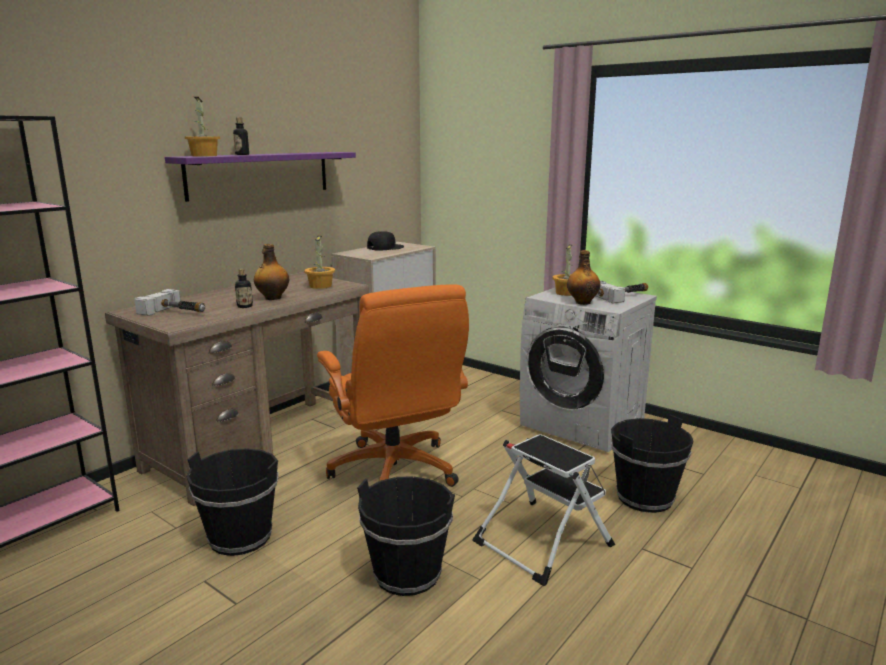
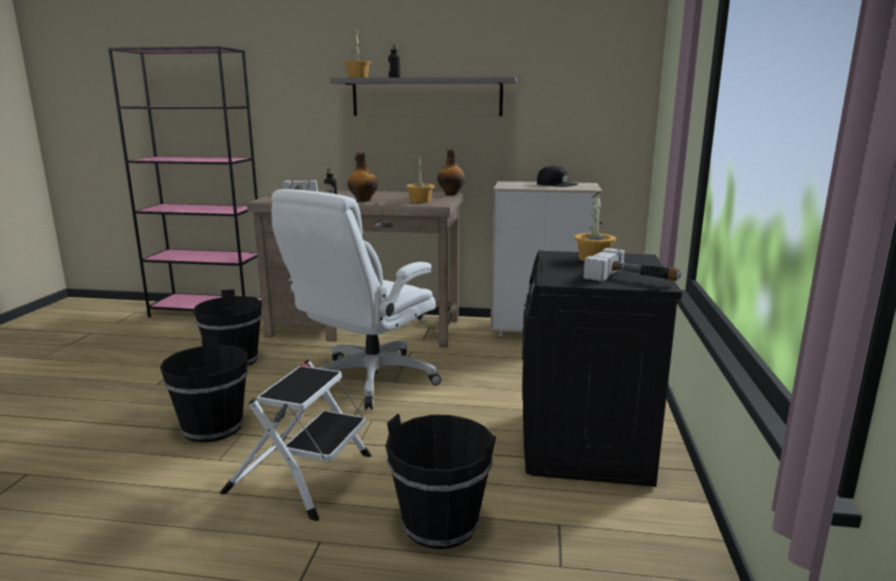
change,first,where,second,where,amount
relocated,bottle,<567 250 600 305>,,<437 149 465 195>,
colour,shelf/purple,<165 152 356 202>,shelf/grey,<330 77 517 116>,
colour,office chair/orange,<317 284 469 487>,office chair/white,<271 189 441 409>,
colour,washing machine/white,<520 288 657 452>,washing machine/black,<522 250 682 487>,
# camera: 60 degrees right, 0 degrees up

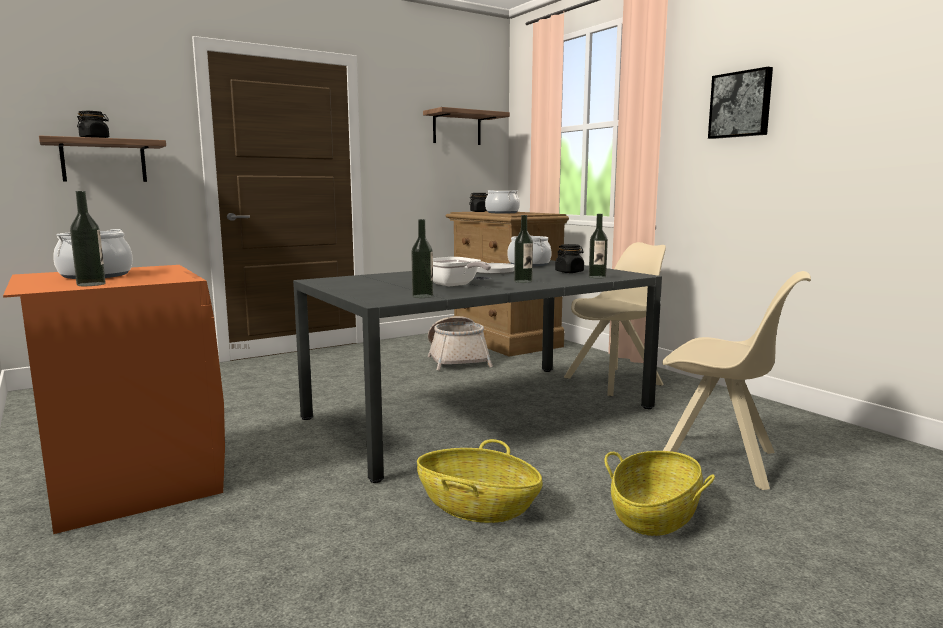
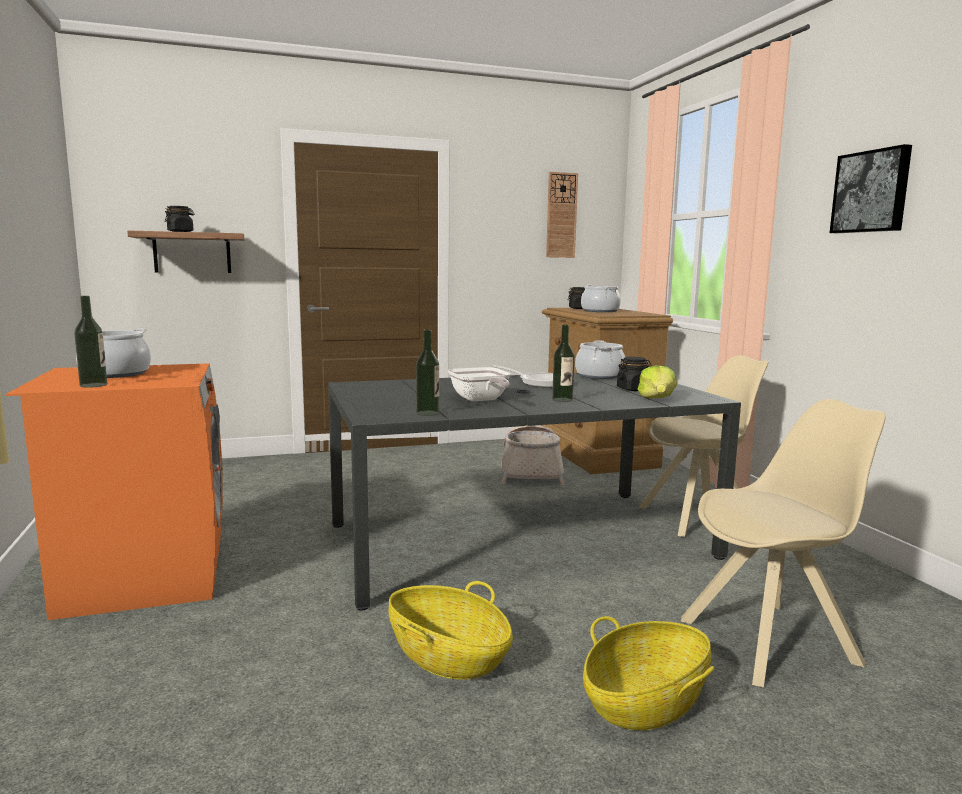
change,first,where,second,where,amount
exchanged,shelf,<423 107 510 145>,wall clock,<546 172 578 258>,
exchanged,bottle,<589 214 608 278>,lettuce,<637 365 677 399>,
spun,chair/beige,<662 271 811 490>,,<681 399 886 688>,60 degrees counterclockwise
# camera: 15 degrees right, 0 degrees up

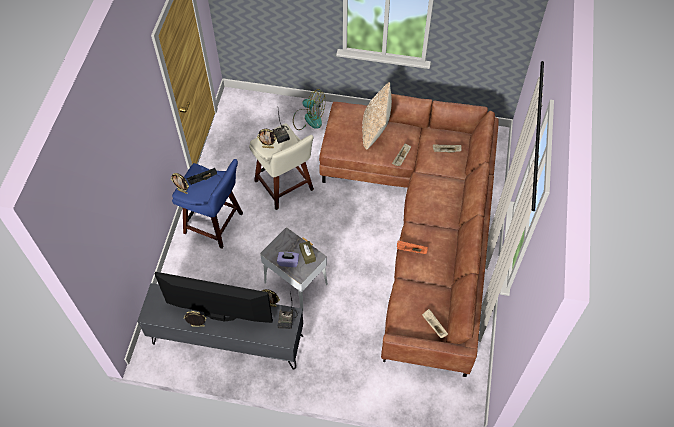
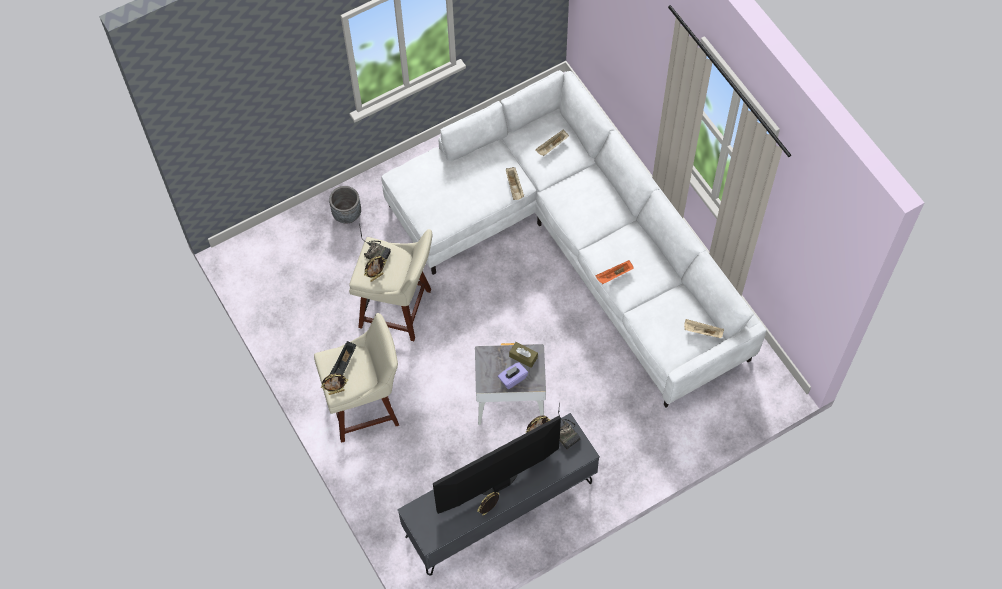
change,first,where,second,where,amount
missing,pillow/beige,<362 82 392 150>,,,
exchanged,fan,<293 89 325 130>,planter/grey,<329 186 361 224>,
colour,stool/blue,<172 159 243 249>,stool/beige,<314 313 399 443>,
colour,sofa/brown,<319 94 499 377>,sofa/white,<382 70 767 408>,
# camera: 40 degrees left, 5 degrees up

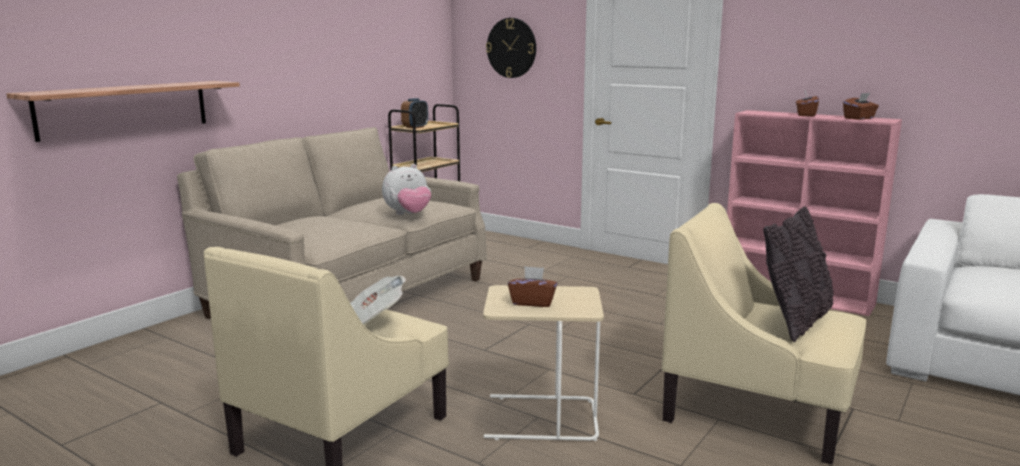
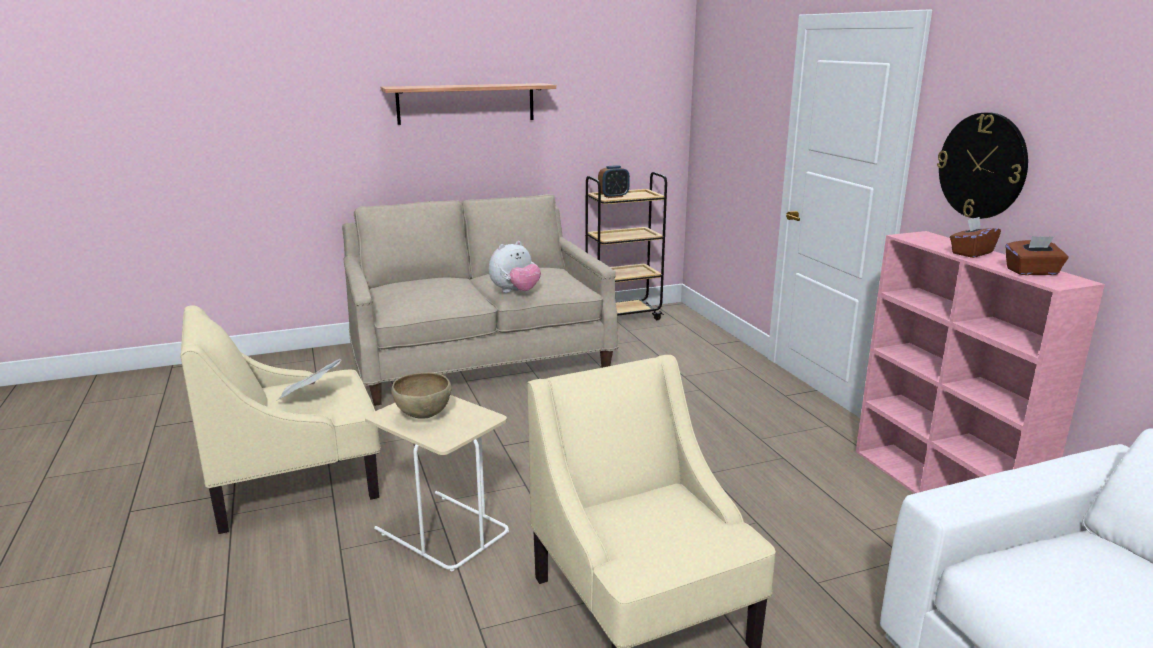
change,first,where,second,where,amount
missing,pillow/black,<763 206 834 342>,,,
relocated,shelf,<6 81 240 142>,,<381 83 556 125>,
relocated,wall clock,<486 18 536 78>,,<937 112 1028 219>,
exchanged,tissue box/brown,<508 266 558 307>,bowl/brown,<391 372 452 419>,
spun,plush toy,<382 164 431 215>,,<489 241 541 293>,45 degrees counterclockwise
# camera: 35 degrees right, 5 degrees up

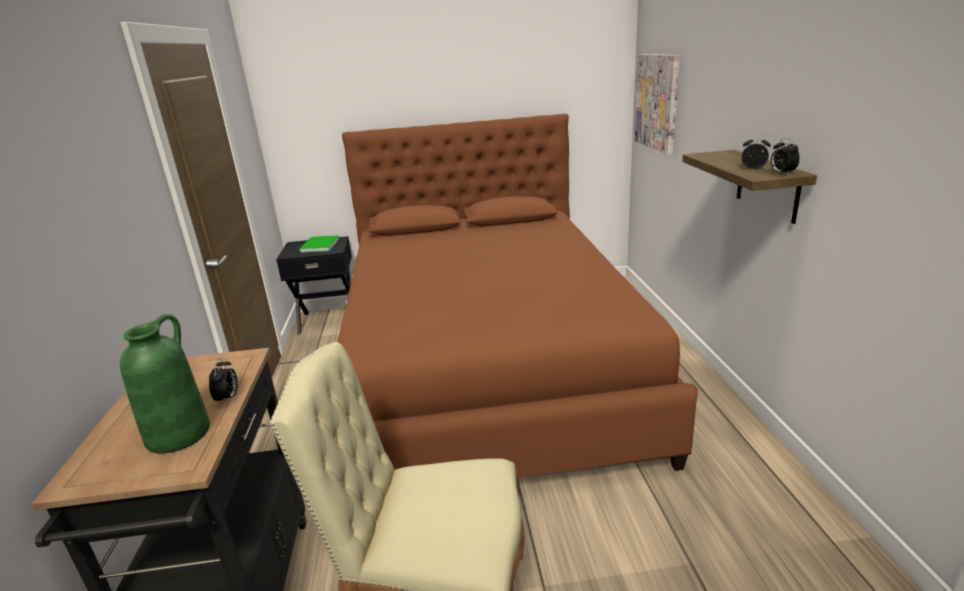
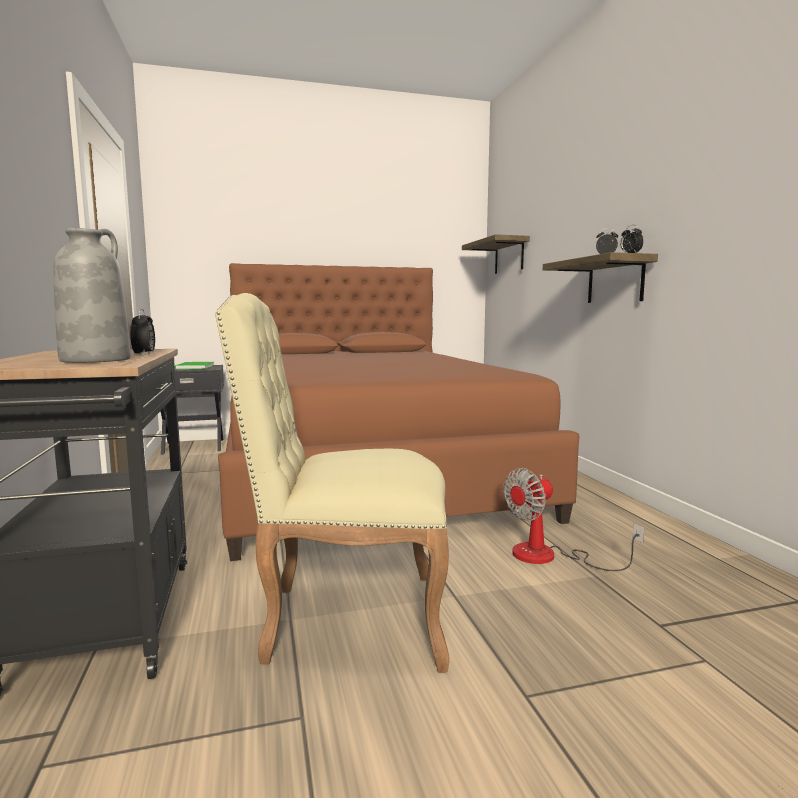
change,first,where,second,where,amount
appeared,,,fan,<503 468 644 571>,
exchanged,picture,<635 54 680 155>,shelf,<462 234 530 274>,
colour,vase/green,<120 314 210 454>,vase/grey,<53 228 131 363>,
# camera: 10 degrees left, 15 degrees down

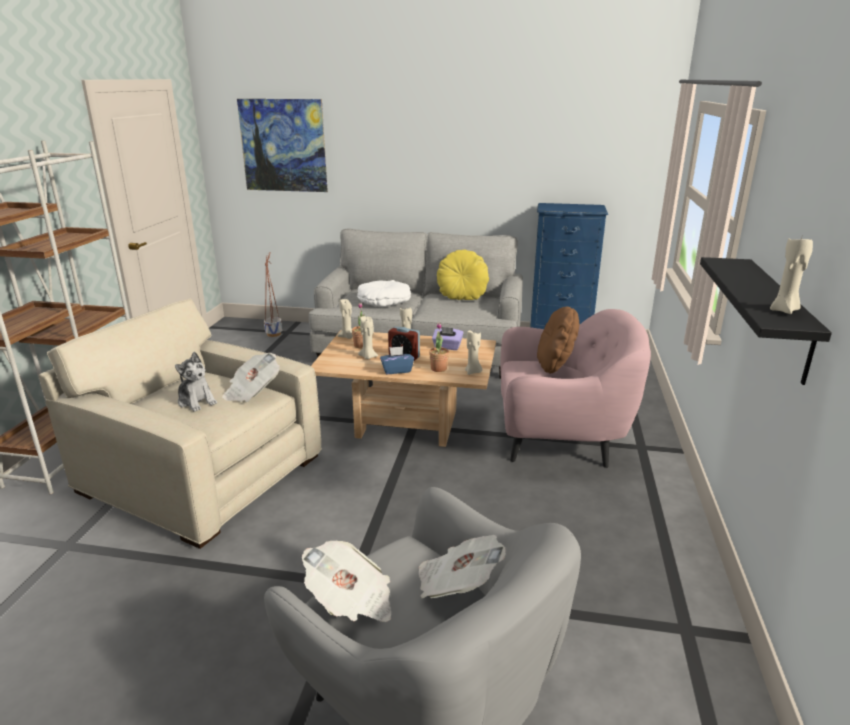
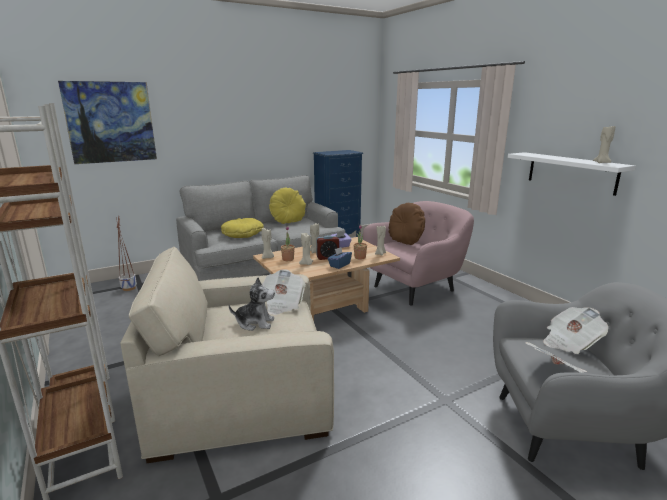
change,first,where,second,where,amount
colour,pillow/white,<357 280 411 307>,pillow/yellow,<221 218 264 238>,
colour,shelf/black,<700 257 832 385>,shelf/white,<508 152 636 196>,
# camera: 40 degrees left, 5 degrees down

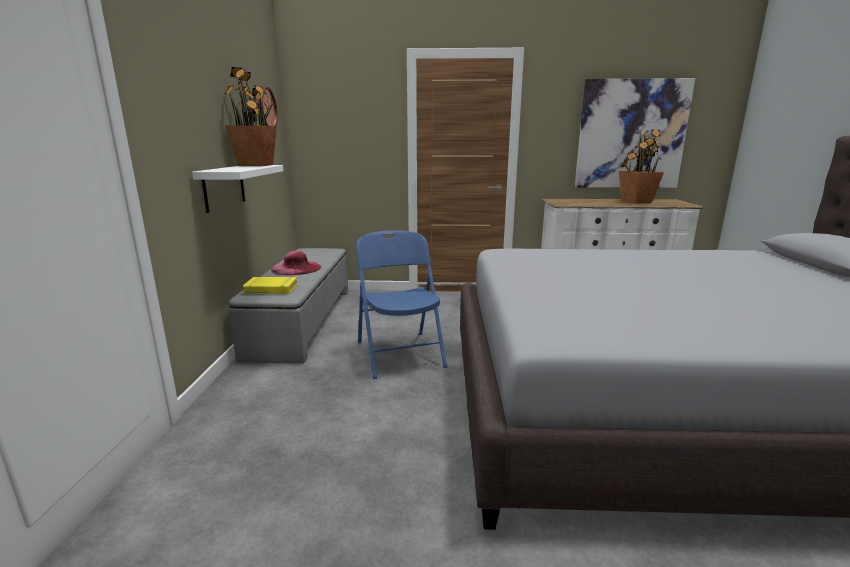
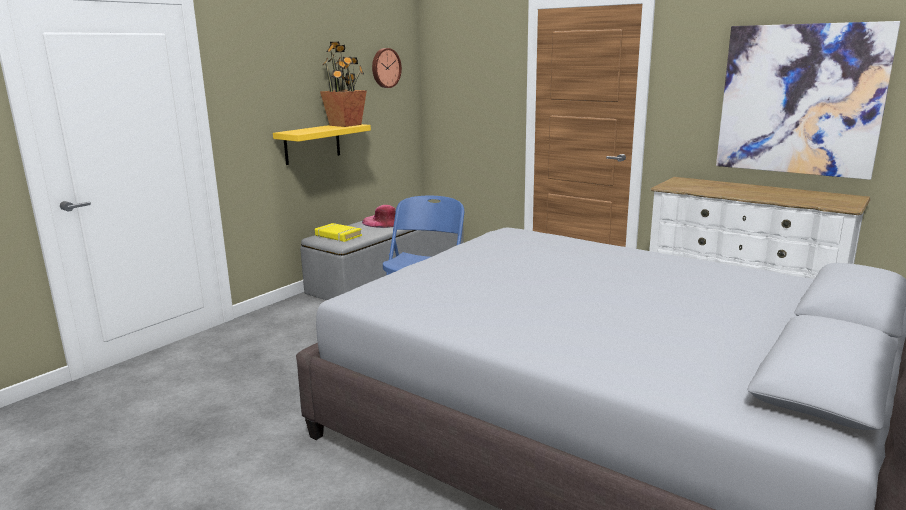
change,first,where,second,where,amount
missing,potted plant,<619 128 664 204>,,,
colour,shelf/white,<192 165 283 213>,shelf/yellow,<273 124 371 165>,
# camera: 35 degrees right, 0 degrees up

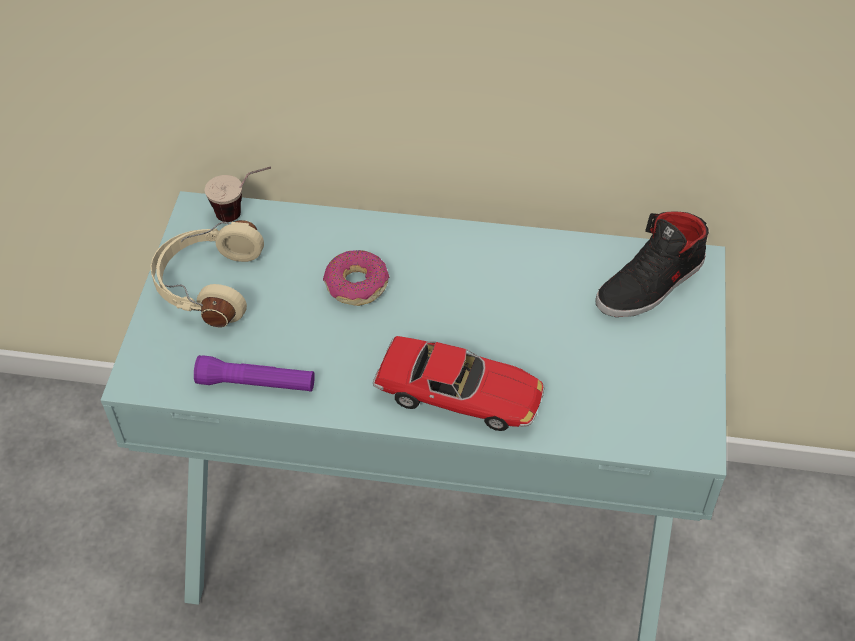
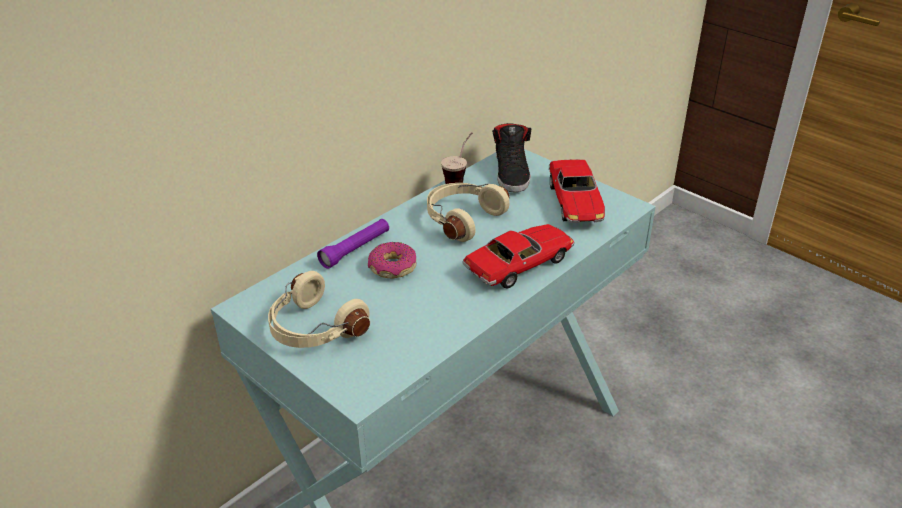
change,first,where,second,where,amount
appeared,,,headphones/beige,<427 183 510 242>,
appeared,,,toy car,<549 160 605 223>,
relocated,flashlight/purple,<194 355 315 392>,,<317 219 389 269>,
relocated,cup,<205 167 271 222>,,<441 132 472 184>,
# camera: 55 degrees left, 15 degrees down

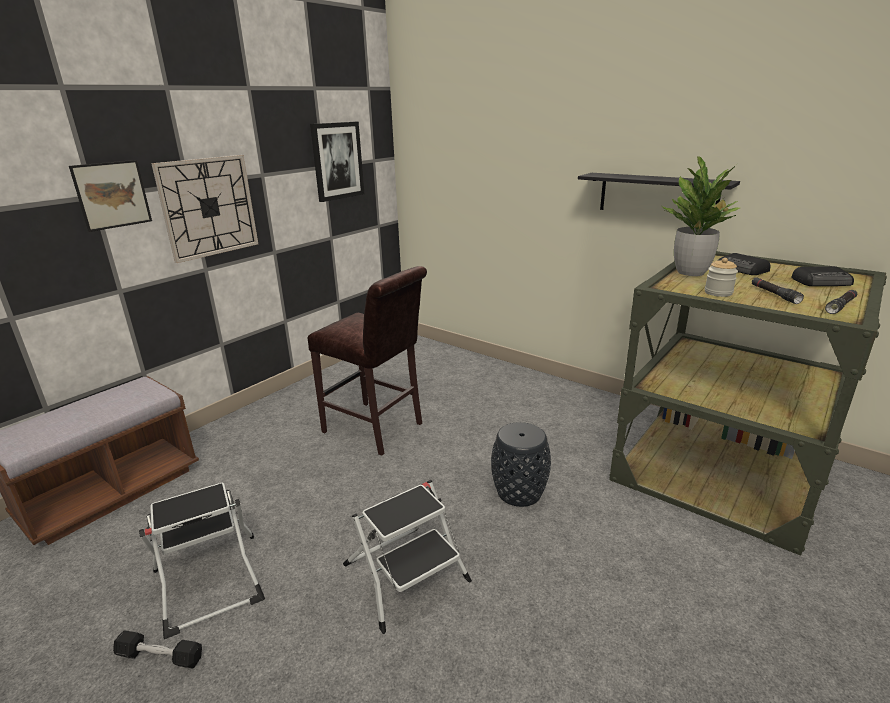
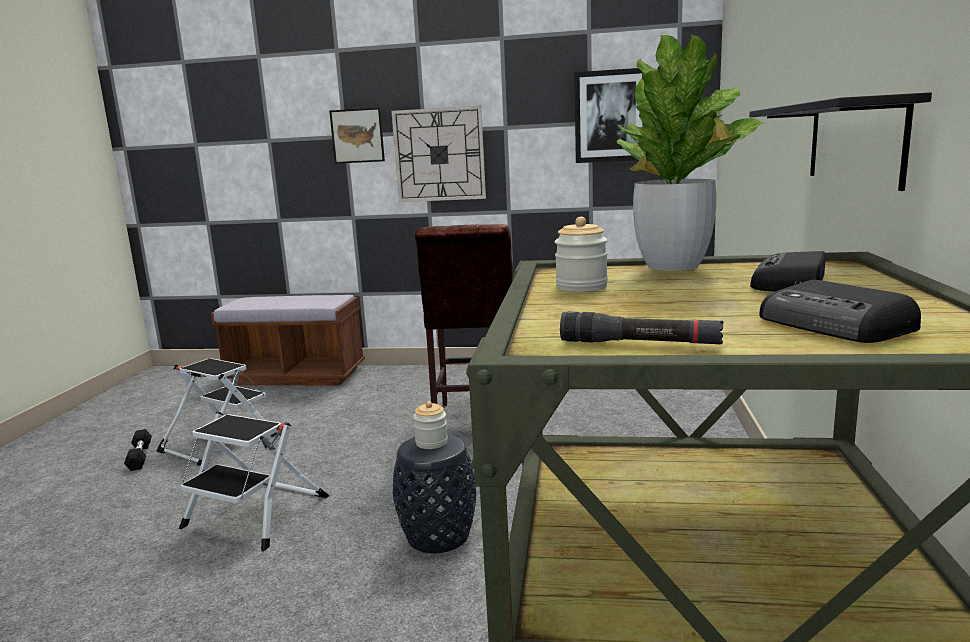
change,first,where,second,where,amount
missing,flashlight/black,<752 278 804 304>,,,
appeared,,,jar,<413 401 448 449>,
# camera: 60 degrees right, 10 degrees down

